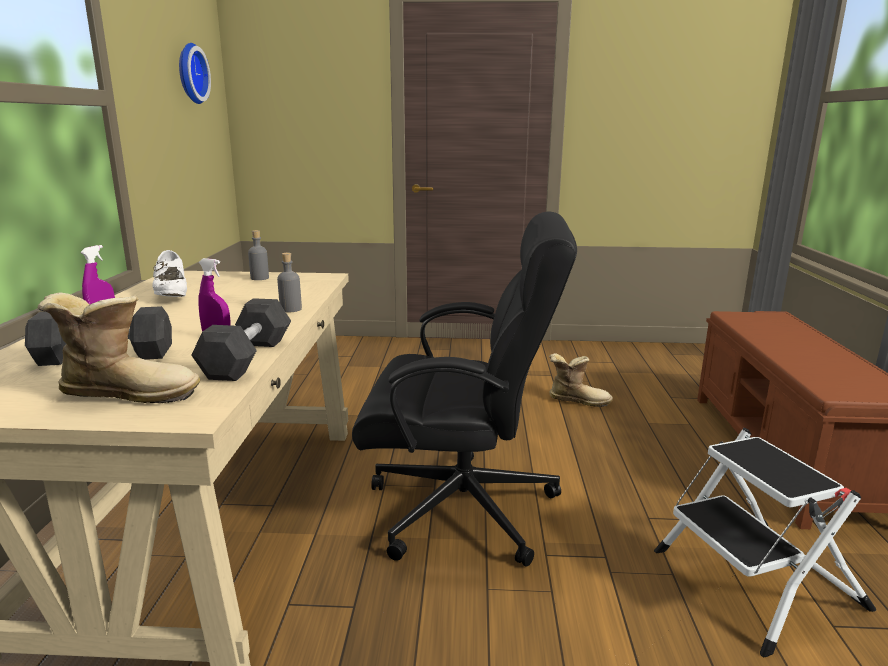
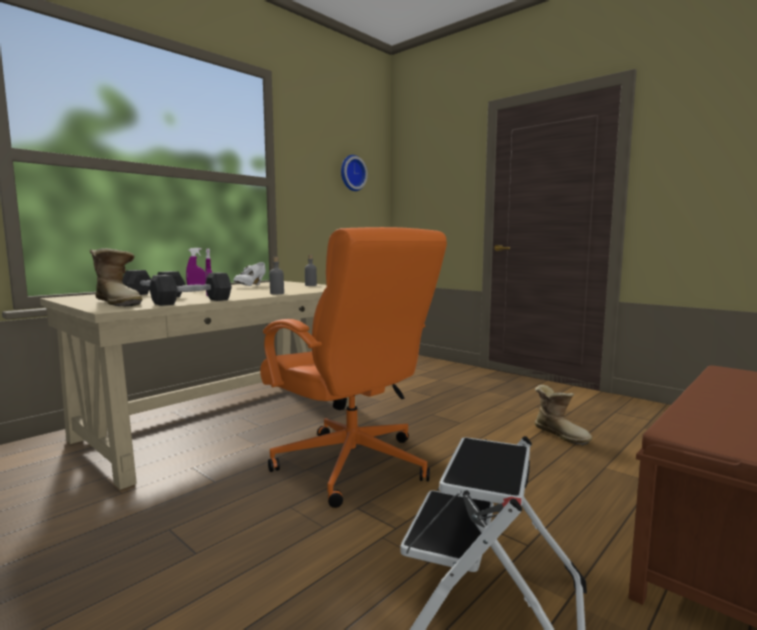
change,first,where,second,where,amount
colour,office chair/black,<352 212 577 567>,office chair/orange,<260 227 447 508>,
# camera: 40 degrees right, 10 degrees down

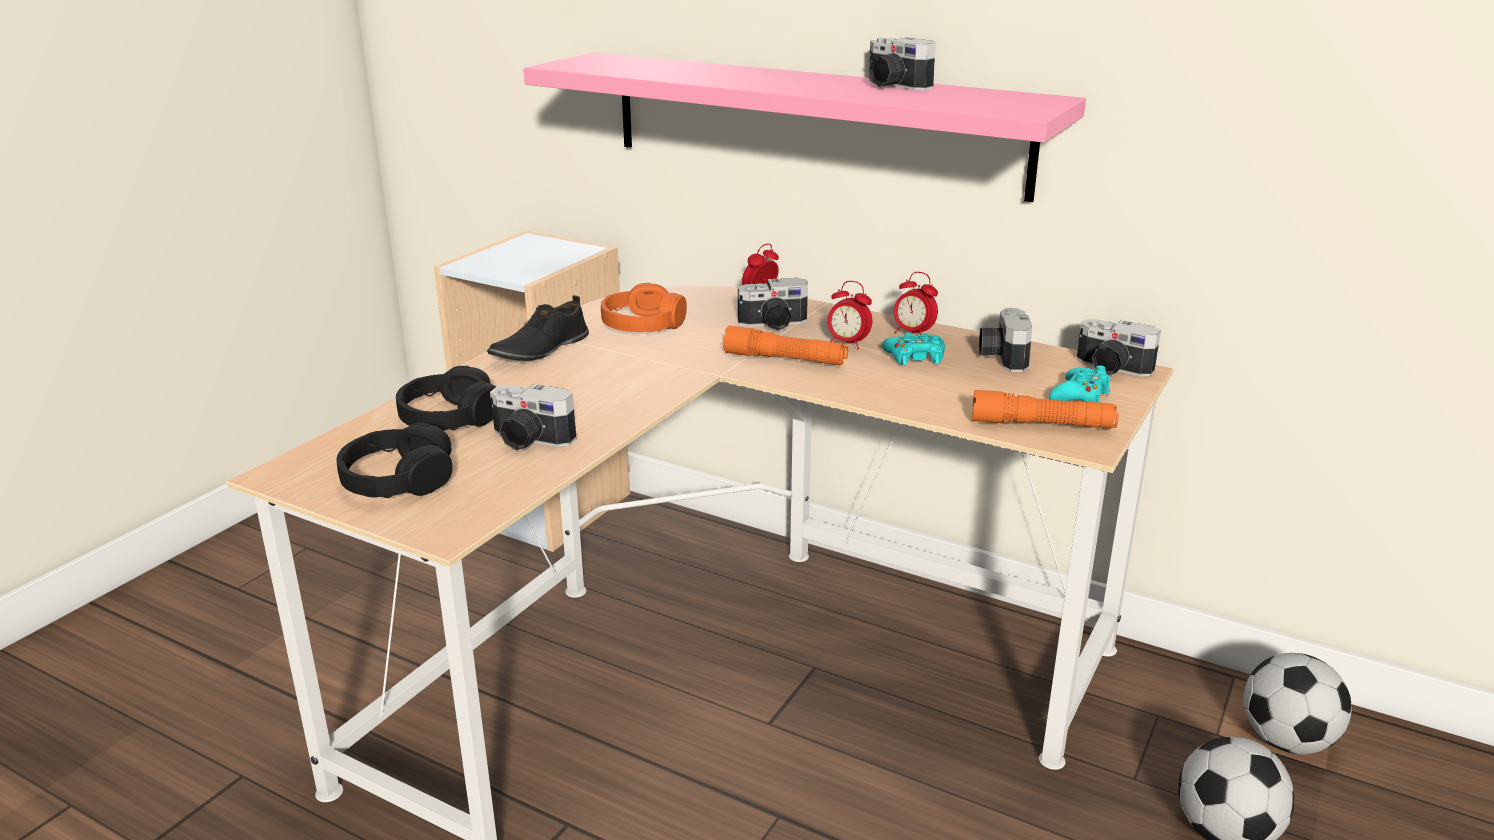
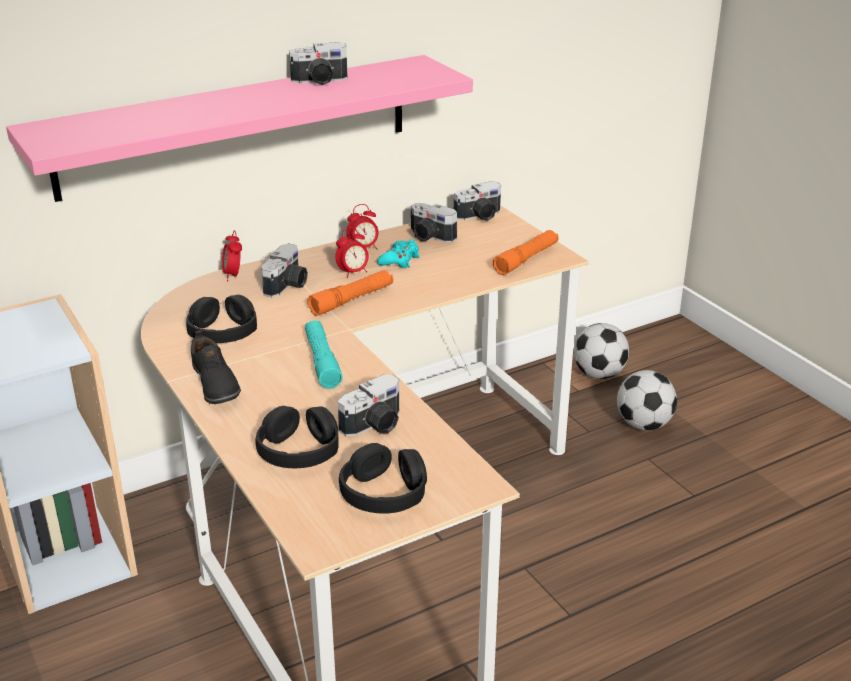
change,first,where,second,where,amount
missing,game controller/turquoise,<1049 366 1111 403>,,,
appeared,,,flashlight/turquoise,<305 320 343 389>,
colour,headphones/orange,<601 283 687 332>,headphones/black,<186 295 257 343>,
# camera: 60 degrees left, 5 degrees up

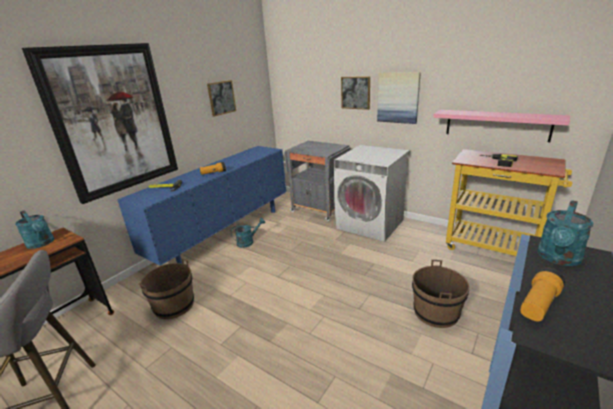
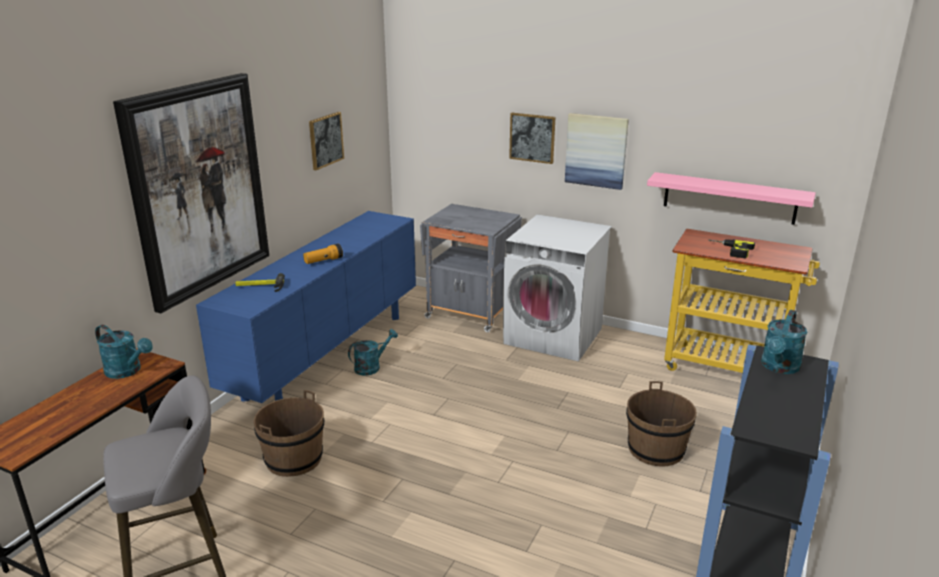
change,first,where,second,where,amount
missing,flashlight,<520 268 566 322>,,,
# camera: 10 degrees left, 0 degrees up

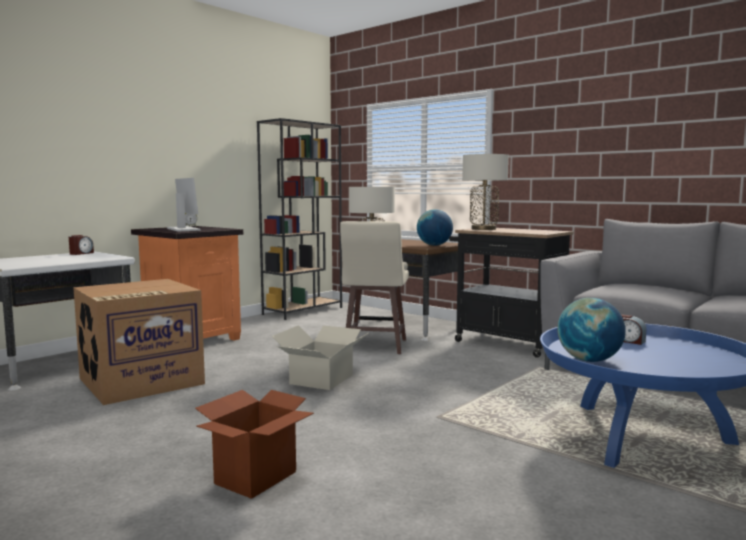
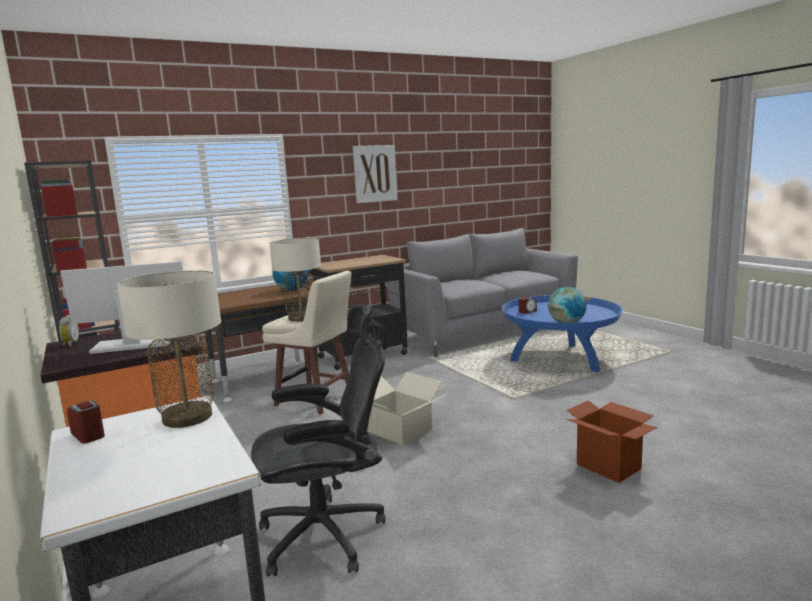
change,first,where,second,where,amount
appeared,,,picture,<353 145 398 203>,
relocated,table lamp,<462 154 509 230>,,<117 270 221 428>,
exchanged,cardboard box,<73 279 205 405>,office chair,<251 304 387 577>,
# camera: 70 degrees left, 5 degrees up

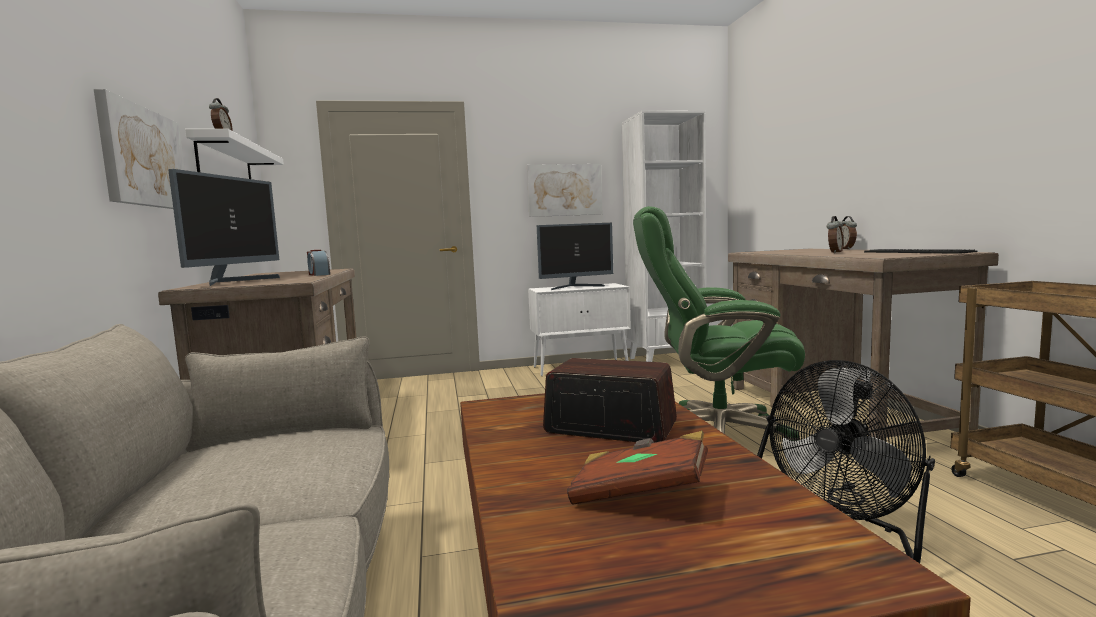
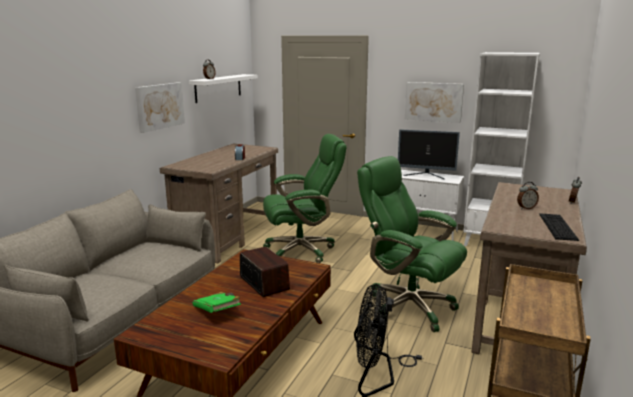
change,first,where,second,where,amount
missing,monitor,<168 169 280 286>,,,
appeared,,,office chair/green,<263 134 347 263>,
colour,book/brown,<567 431 708 505>,book/green,<193 292 241 313>,
# camera: 35 degrees right, 10 degrees up

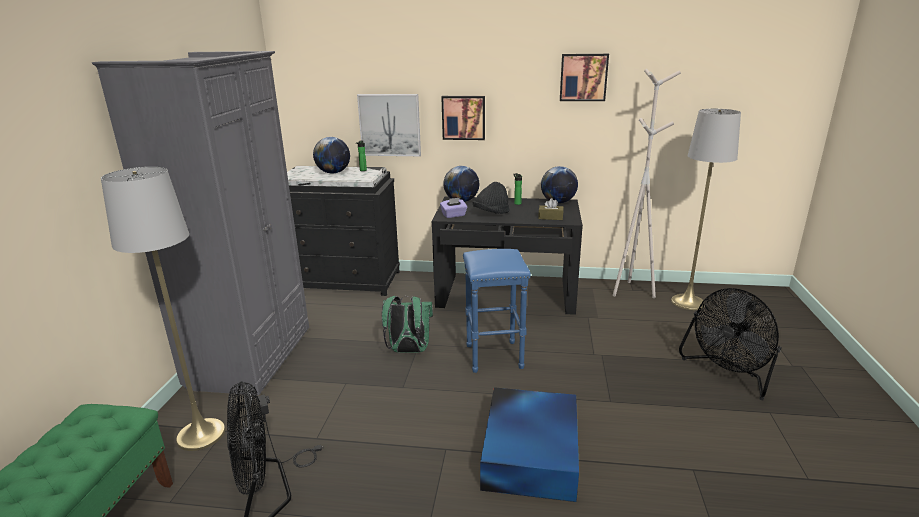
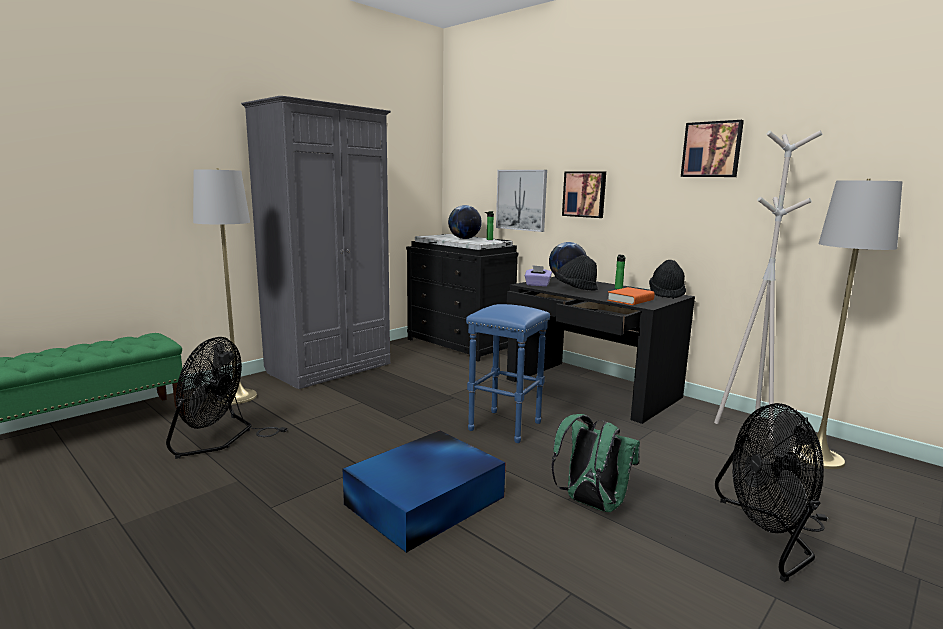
change,first,where,second,where,amount
relocated,backpack/green,<382 296 433 353>,,<551 414 640 512>,
exchanged,tissue box/brown,<538 198 564 220>,book/orange,<607 287 655 305>,
exchanged,globe,<541 166 578 203>,hat/black,<649 260 686 299>,
# camera: 35 degrees right, 10 degrees down

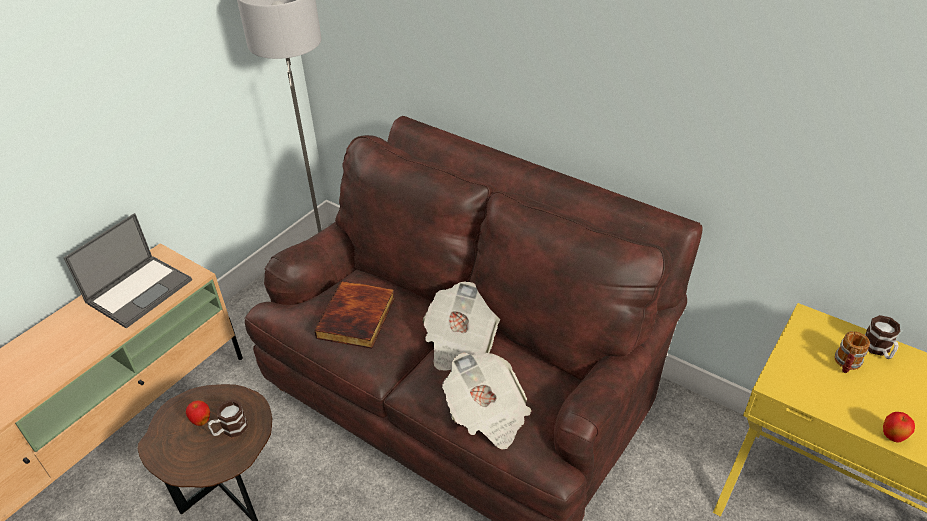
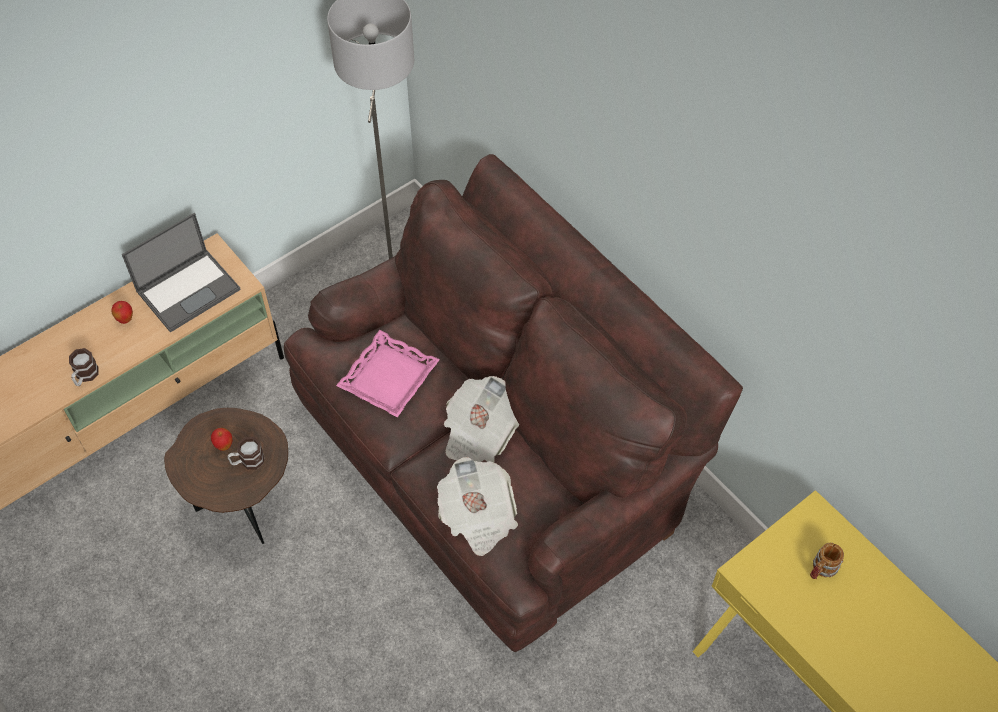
change,first,where,second,where,amount
relocated,mug,<865 315 900 359>,,<69 348 99 386>,
relocated,apple,<883 412 915 443>,,<111 301 133 324>,
exchanged,book,<314 281 395 349>,tray/pink,<336 330 440 417>,
# camera: 15 degrees right, 15 degrees up

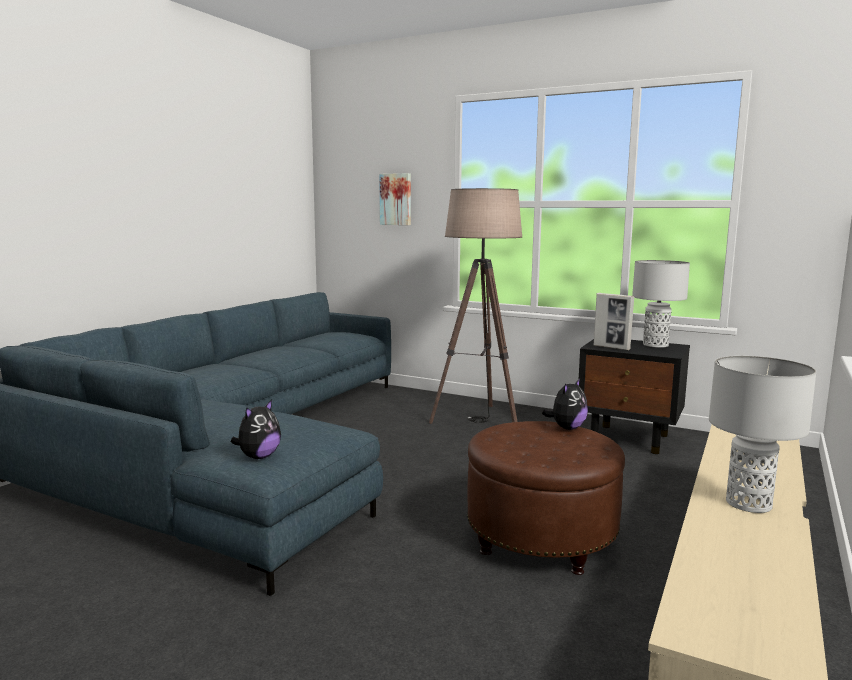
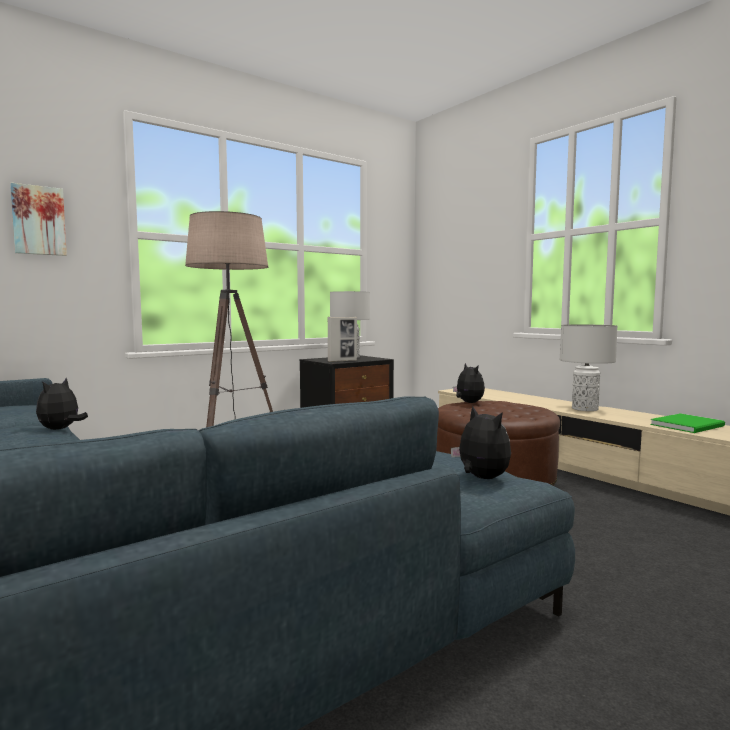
change,first,where,second,where,amount
appeared,,,plush toy,<36 377 88 430>,
appeared,,,book/green,<650 413 725 433>,
# camera: 65 degrees left, 5 degrees down

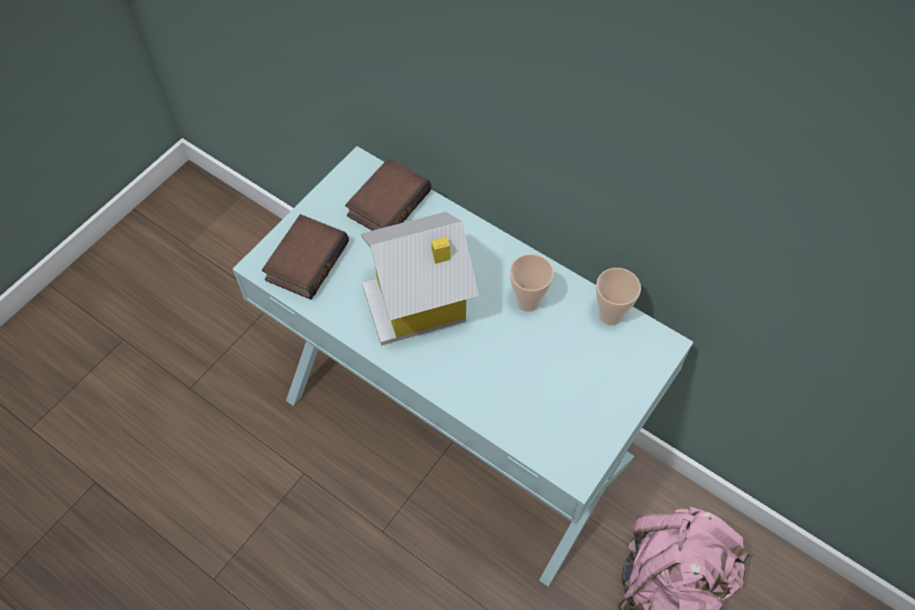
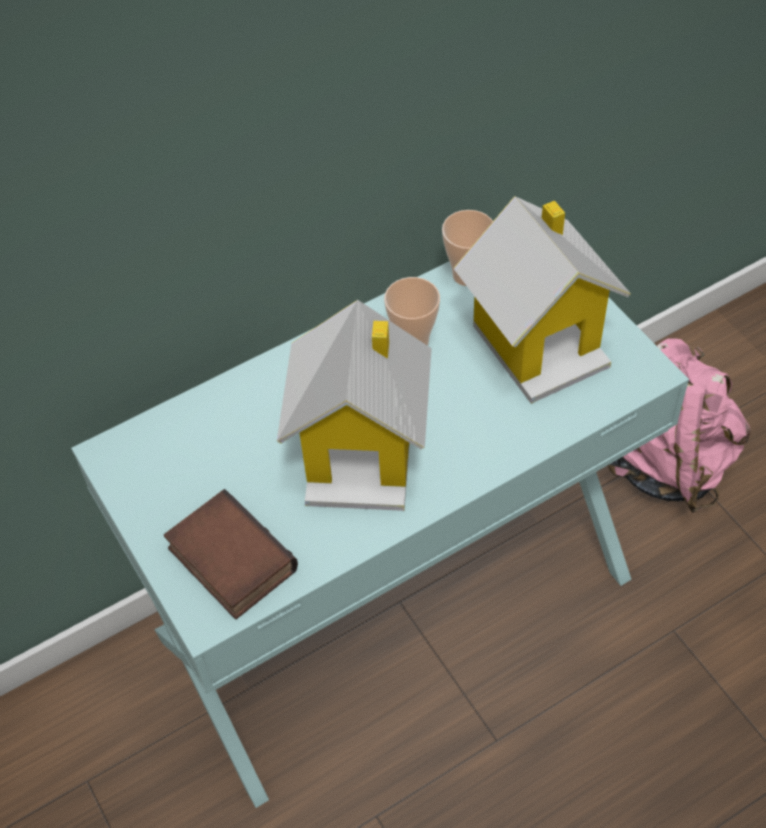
change,first,where,second,where,amount
missing,book,<345 158 431 231>,,,
appeared,,,toy house,<453 196 631 404>,
# camera: 65 degrees left, 5 degrees down

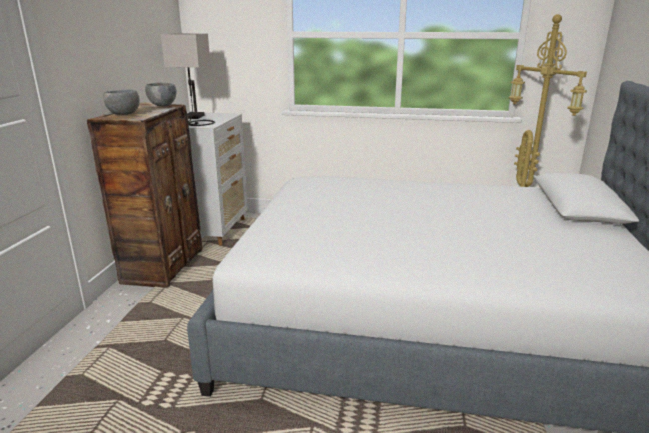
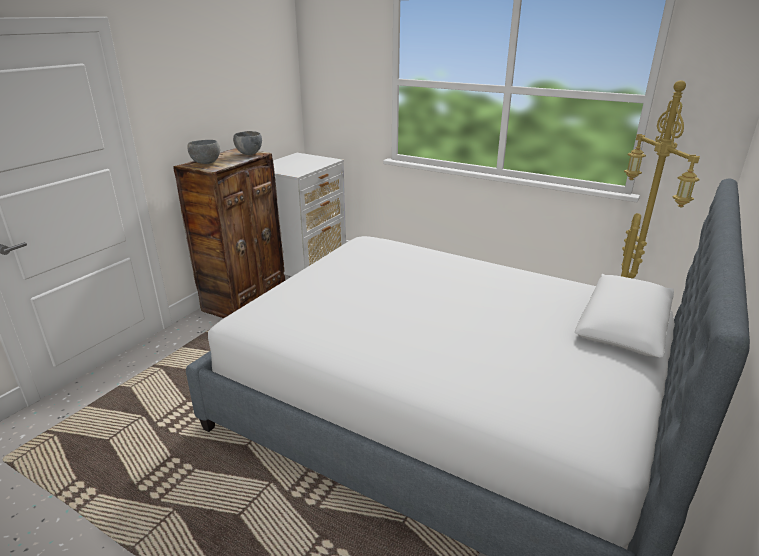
change,first,where,second,where,amount
missing,table lamp,<161 33 215 126>,,,
# camera: 20 degrees right, 5 degrees up

